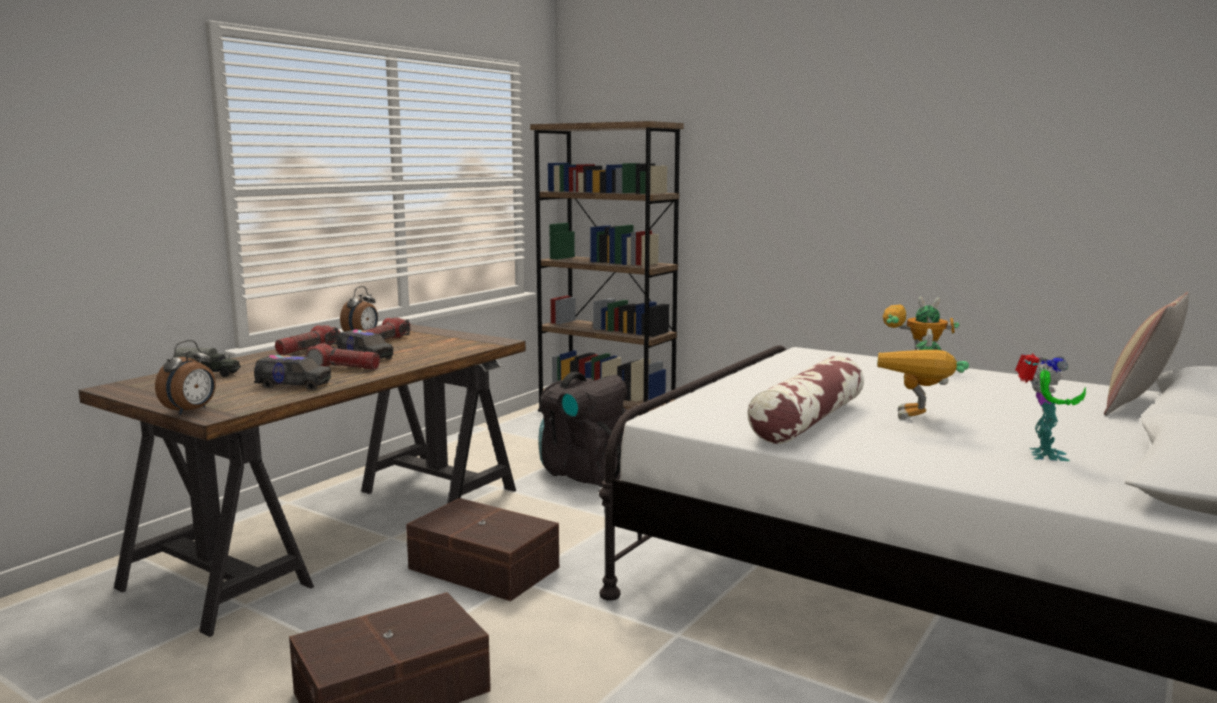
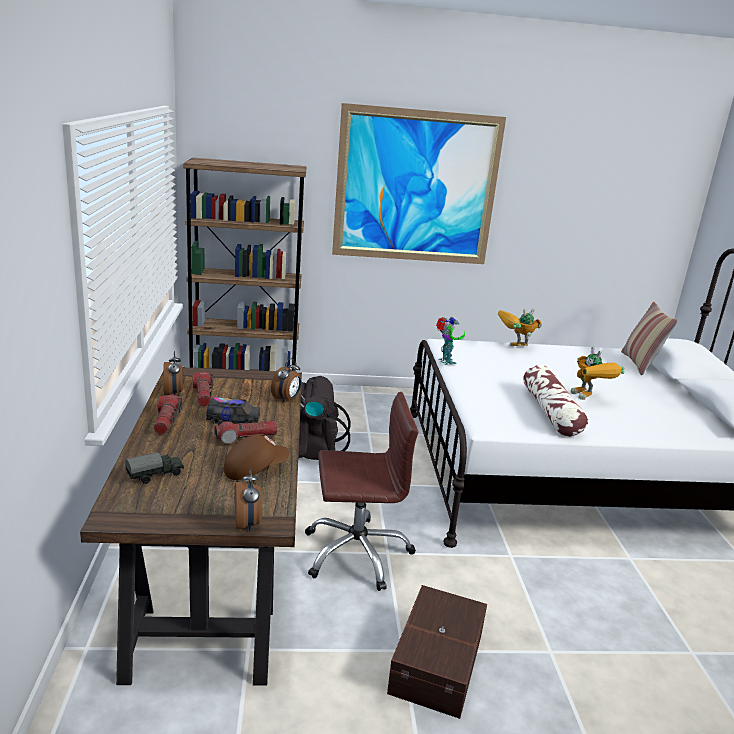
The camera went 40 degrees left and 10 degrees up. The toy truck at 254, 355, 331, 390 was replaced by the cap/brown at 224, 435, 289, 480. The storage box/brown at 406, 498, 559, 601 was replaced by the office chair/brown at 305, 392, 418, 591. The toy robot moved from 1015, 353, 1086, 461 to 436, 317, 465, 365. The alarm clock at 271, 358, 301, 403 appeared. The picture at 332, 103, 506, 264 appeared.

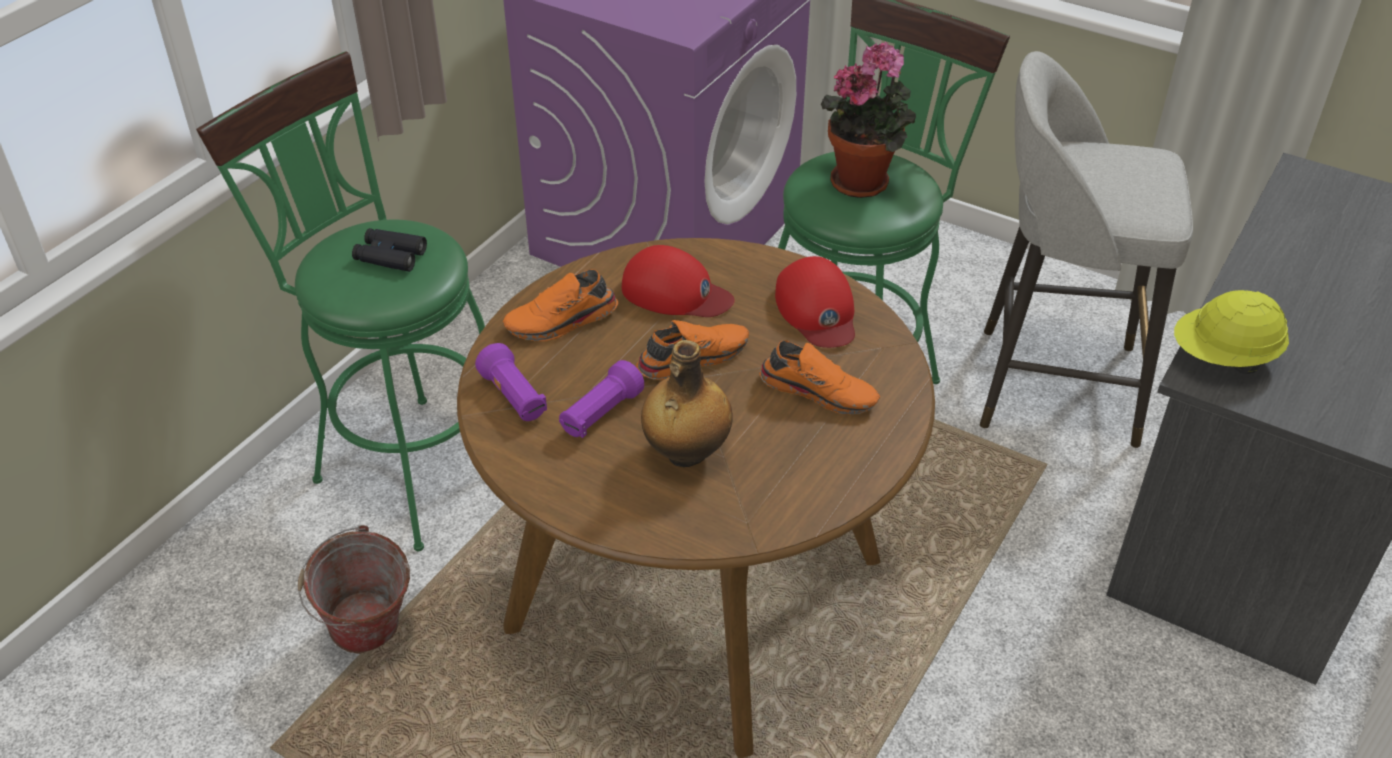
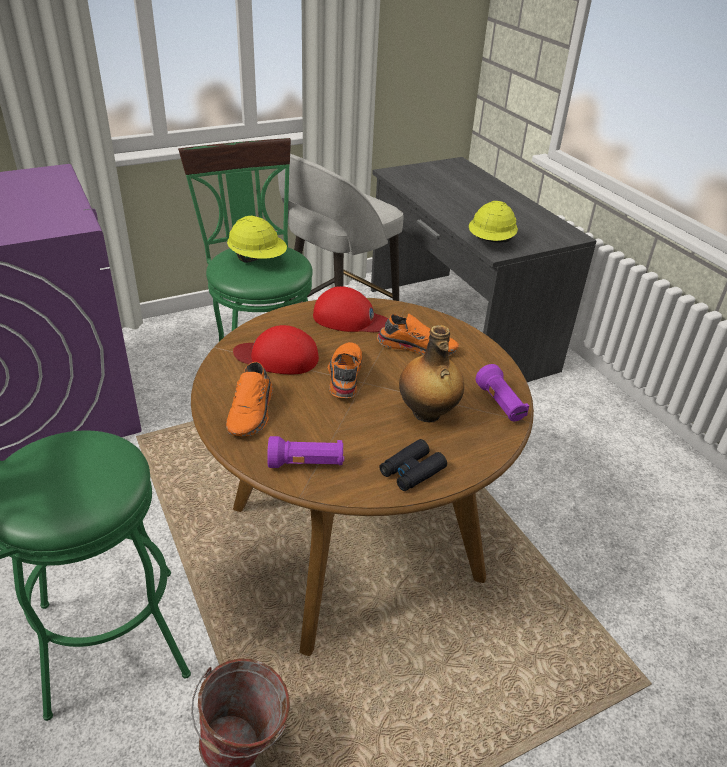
The camera went 60 degrees left and 5 degrees down. The binoculars/black moved from 352, 228, 427, 272 to 379, 439, 447, 491. The flashlight/purple moved from 559, 360, 644, 438 to 476, 364, 529, 422. The cap/red at 622, 245, 735, 317 turned 135 degrees counterclockwise. The shoe/orange at 759, 341, 880, 414 turned 45 degrees clockwise. The potted plant at 821, 42, 916, 198 was replaced by the hard hat/yellow at 227, 216, 287, 263.

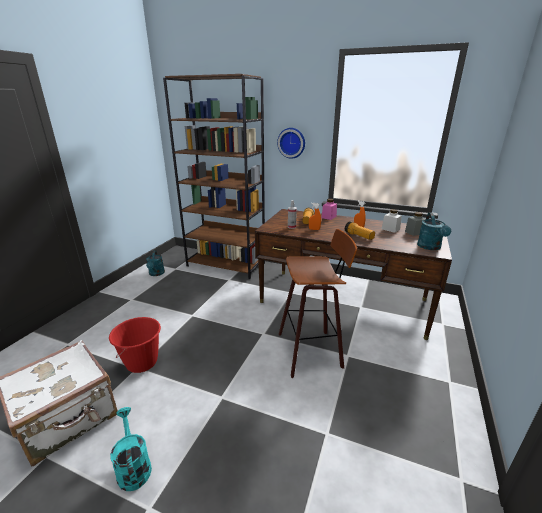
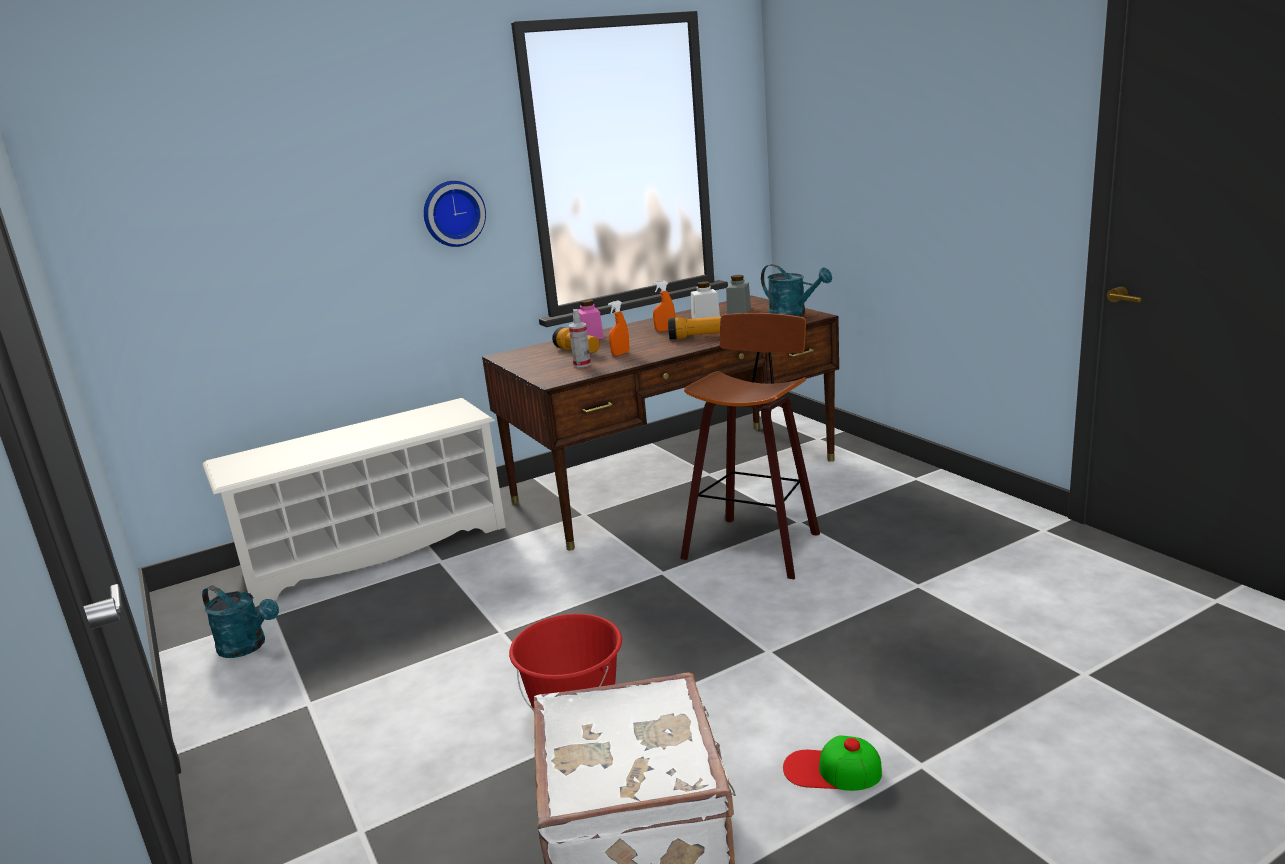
The camera went 50 degrees left and 5 degrees down. The watering can/turquoise at 110, 407, 152, 491 was replaced by the cap at 783, 735, 882, 791. The bookcase/brown at 163, 74, 265, 279 was replaced by the shoe rack/white at 202, 398, 506, 607.

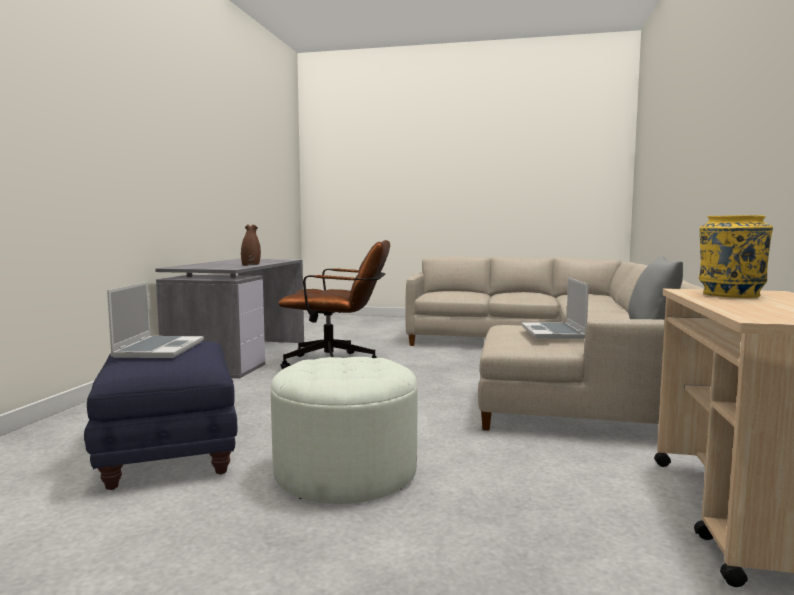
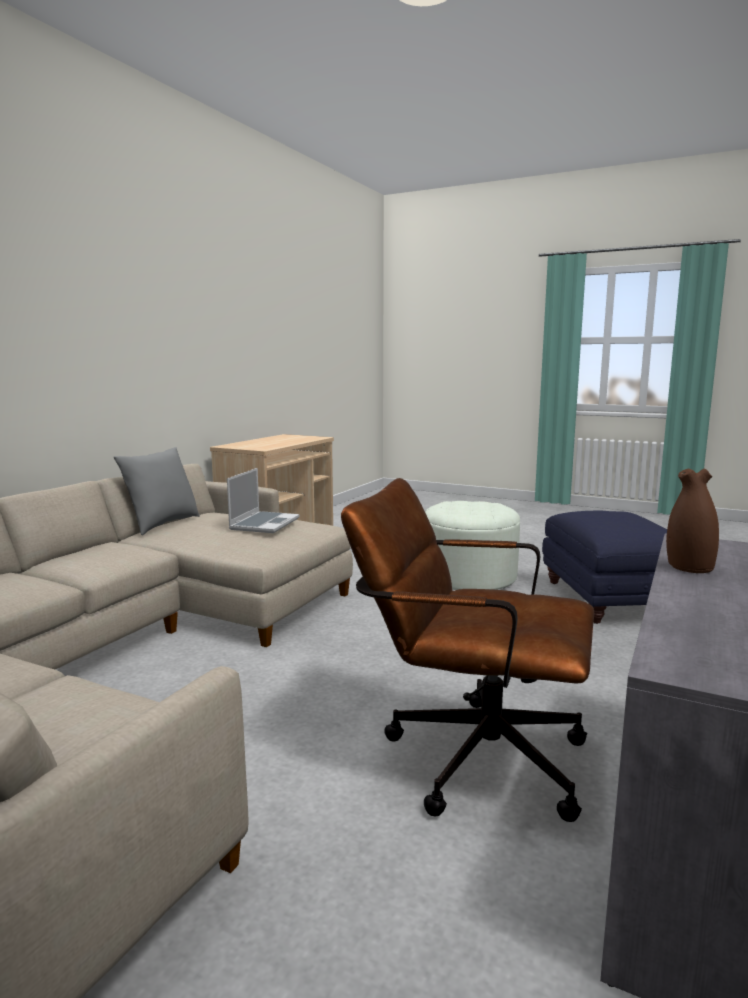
The camera went 165 degrees left and 5 degrees up. The laptop at 107, 282, 204, 358 disappeared. The vase/yellow at 699, 215, 773, 298 disappeared.

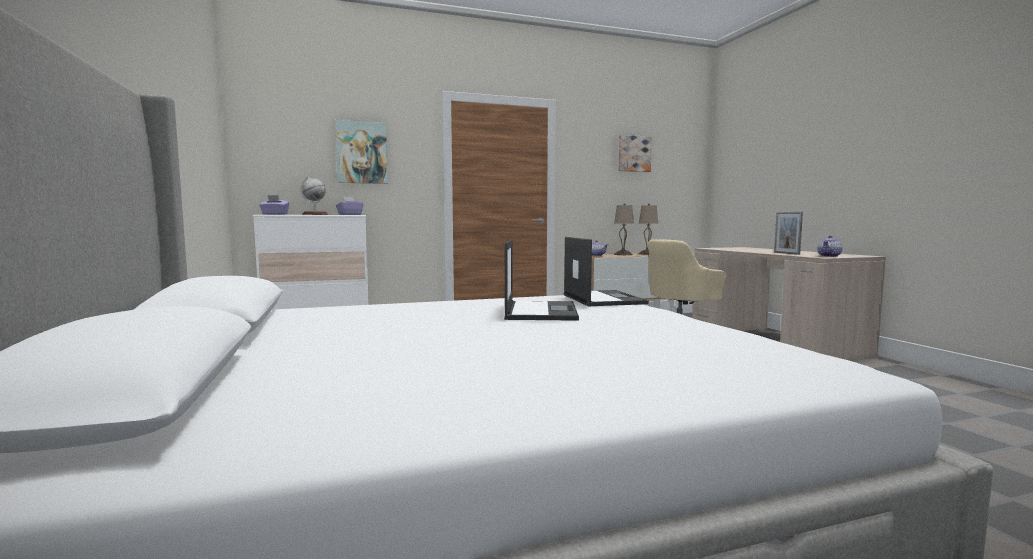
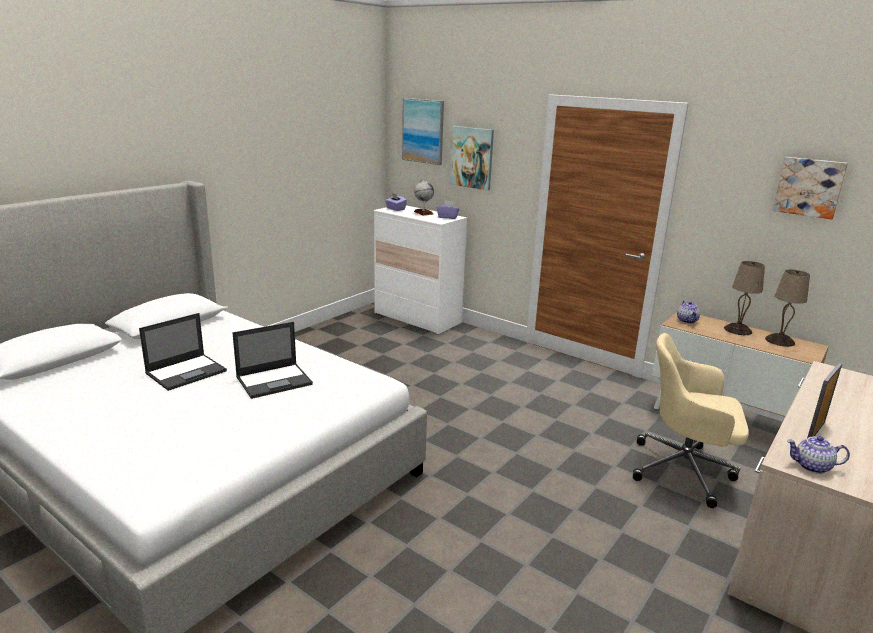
The camera went 55 degrees right and 15 degrees up. The laptop moved from 564, 237, 649, 306 to 139, 313, 227, 391. The picture at 402, 98, 444, 165 appeared.

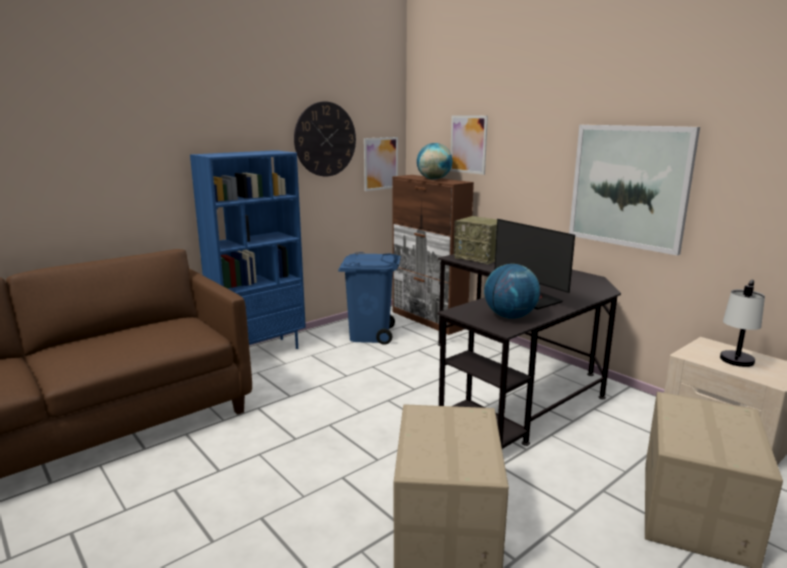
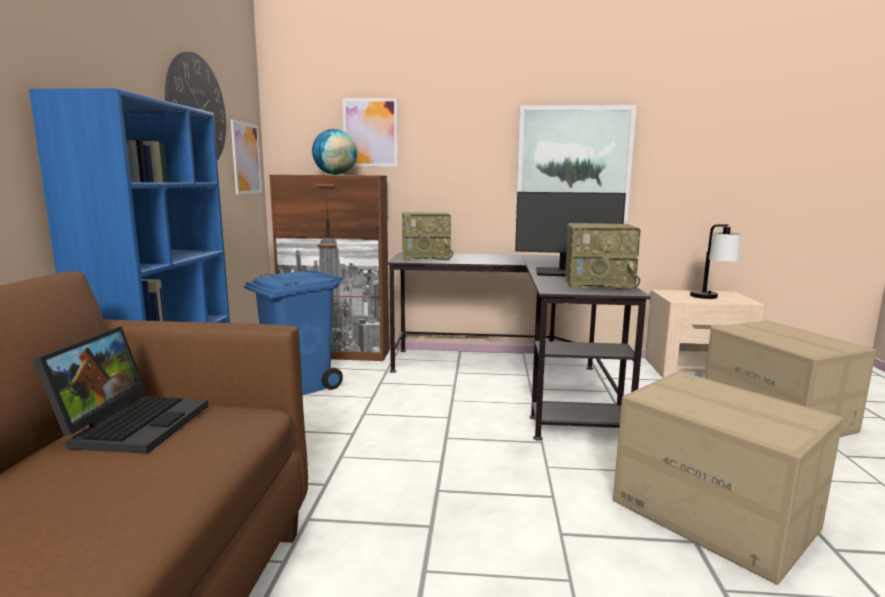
The camera went 45 degrees left and 5 degrees down. The globe at 484, 264, 540, 319 was replaced by the radio at 565, 223, 641, 290. The laptop at 32, 326, 208, 454 appeared.

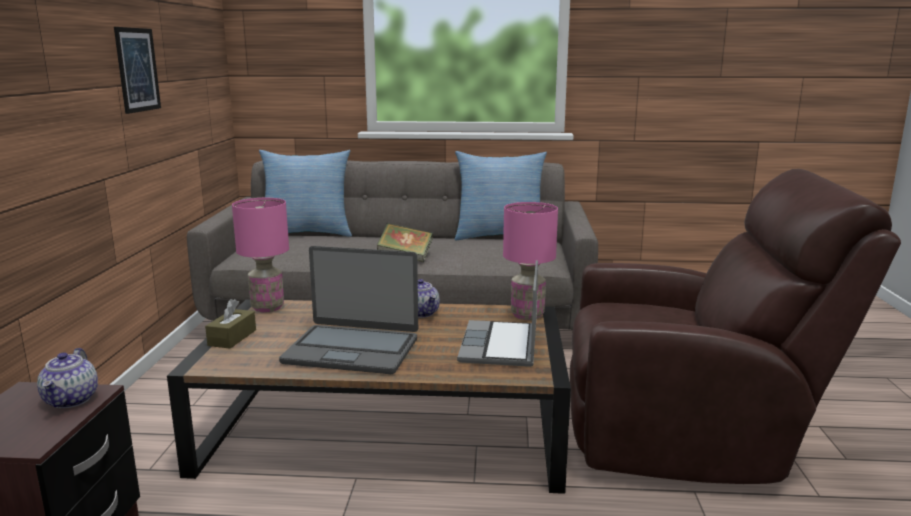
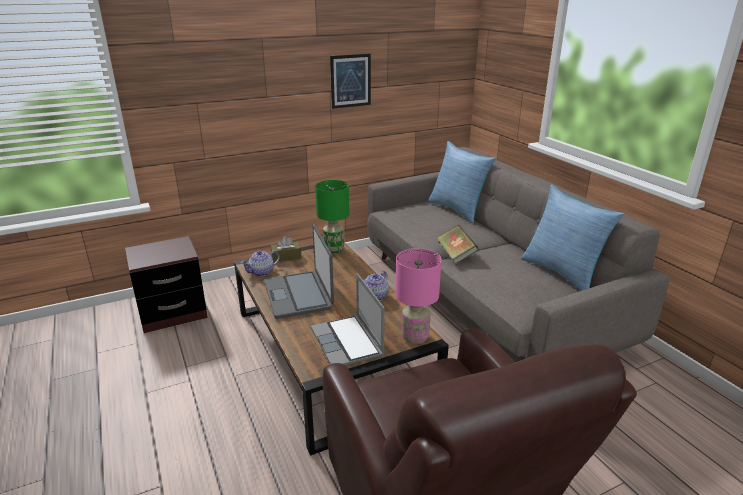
The camera went 60 degrees right and 10 degrees up. The teapot moved from 37, 348, 98, 408 to 241, 250, 280, 276. The table lamp/pink at 232, 198, 289, 312 became the table lamp/green at 315, 180, 349, 253. The laptop at 457, 260, 538, 367 turned 90 degrees counterclockwise.

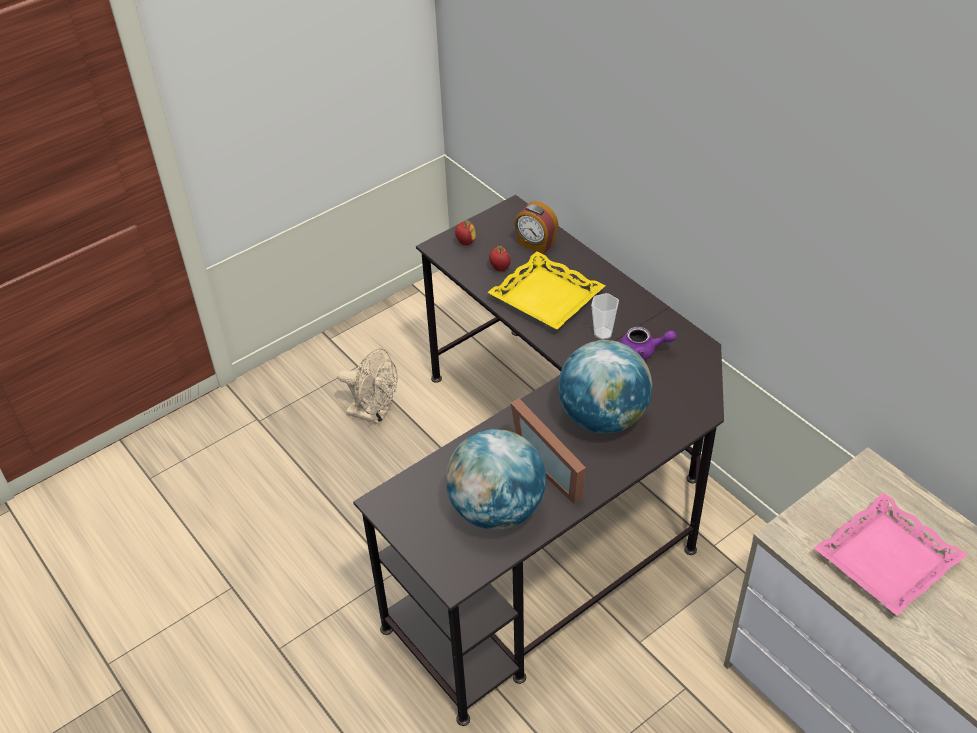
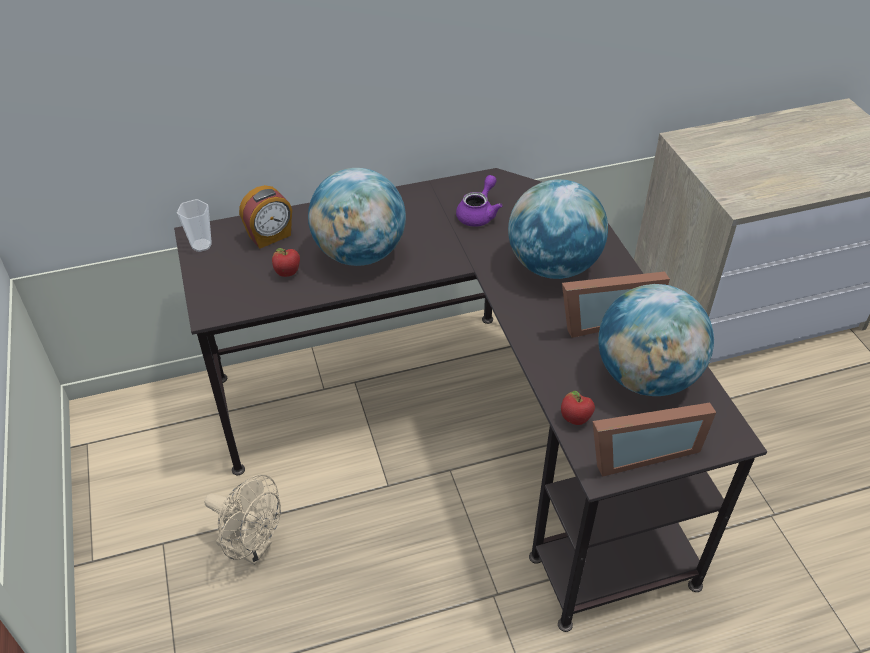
The camera went 70 degrees left and 0 degrees up. The fan/beige at 337, 348, 398, 425 turned 75 degrees clockwise. The apple moved from 455, 220, 476, 245 to 561, 391, 595, 425. The tray/yellow at 487, 251, 606, 330 was replaced by the globe at 308, 168, 406, 266. The cup moved from 591, 293, 619, 340 to 177, 199, 212, 252. The tray/pink at 814, 492, 967, 616 disappeared. The picture frame at 593, 403, 716, 477 appeared.

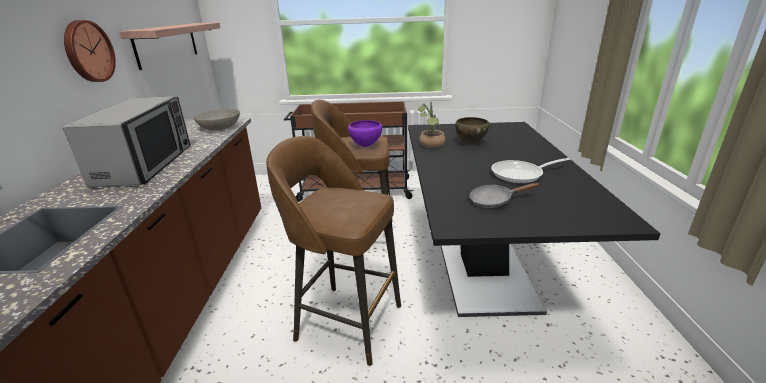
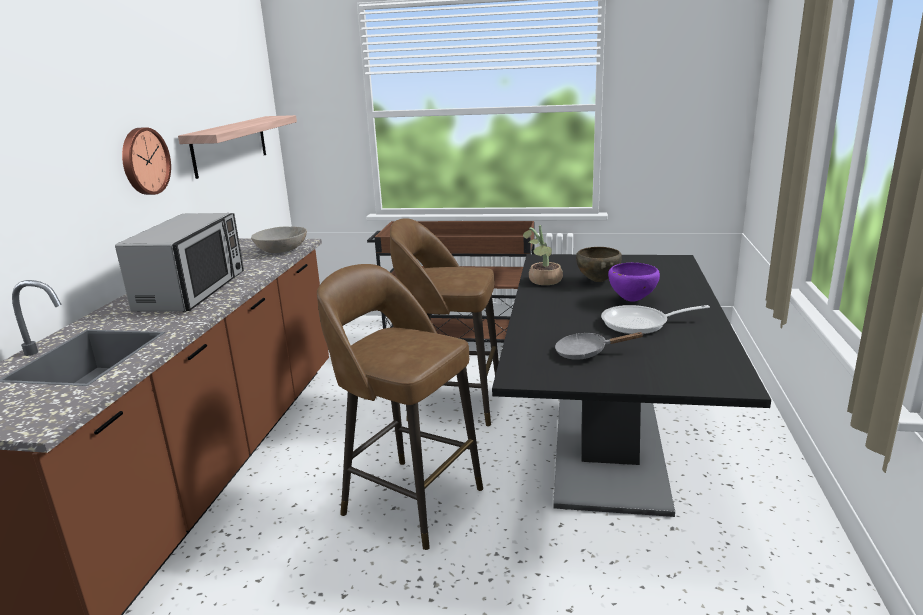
The camera went 10 degrees right and 5 degrees down. The bowl/purple moved from 348, 120, 382, 147 to 608, 263, 660, 302.

